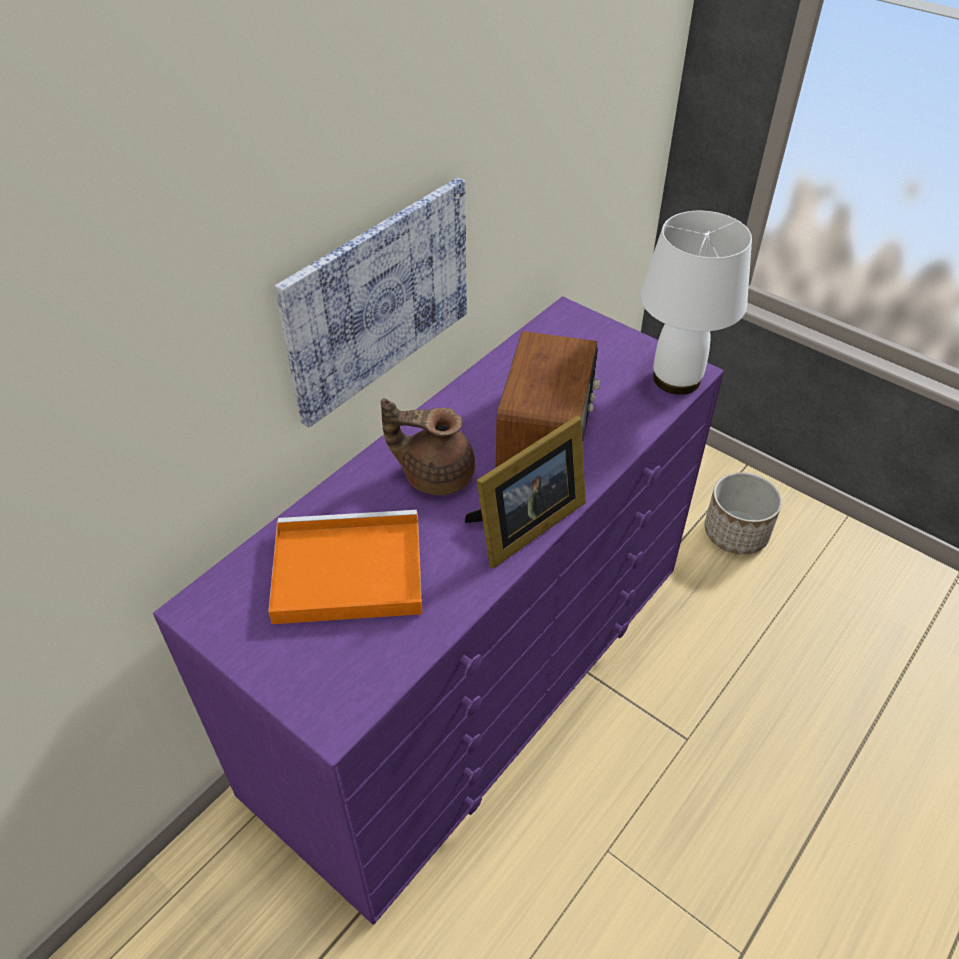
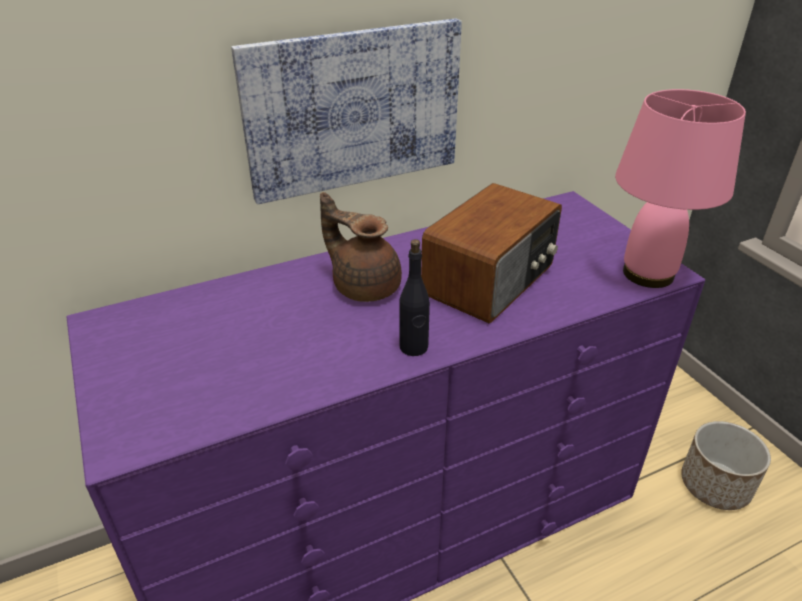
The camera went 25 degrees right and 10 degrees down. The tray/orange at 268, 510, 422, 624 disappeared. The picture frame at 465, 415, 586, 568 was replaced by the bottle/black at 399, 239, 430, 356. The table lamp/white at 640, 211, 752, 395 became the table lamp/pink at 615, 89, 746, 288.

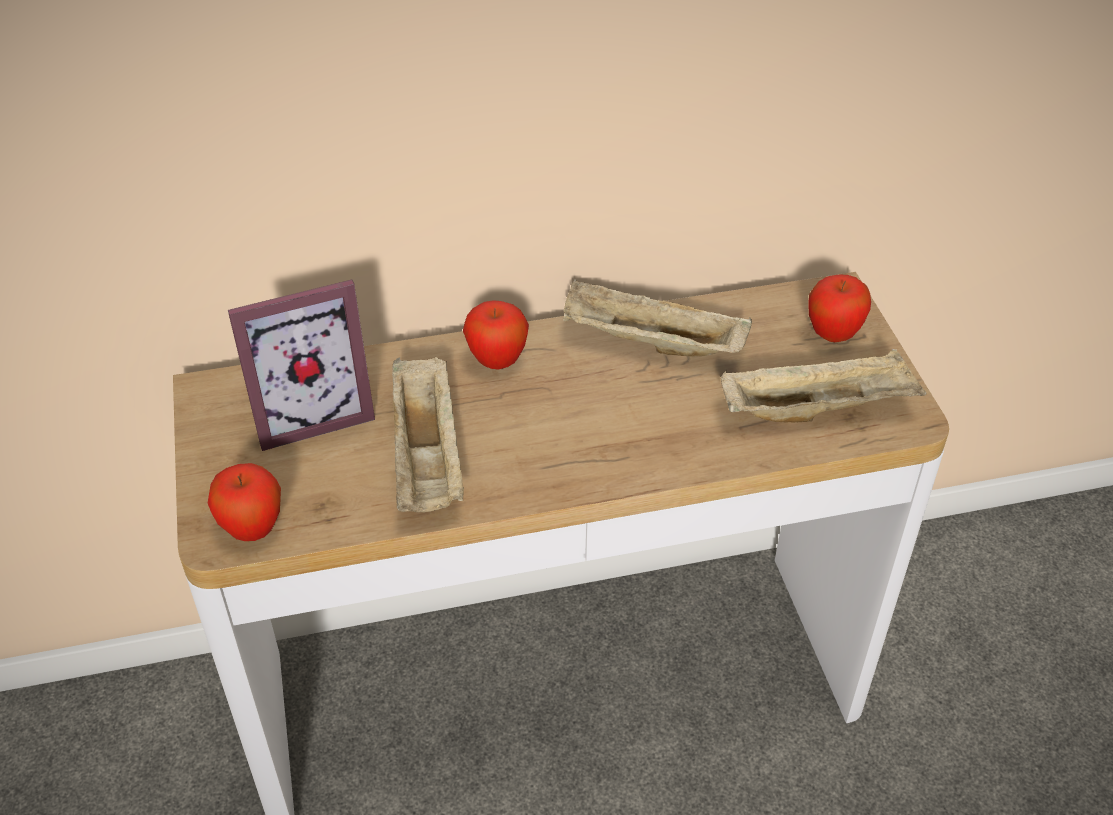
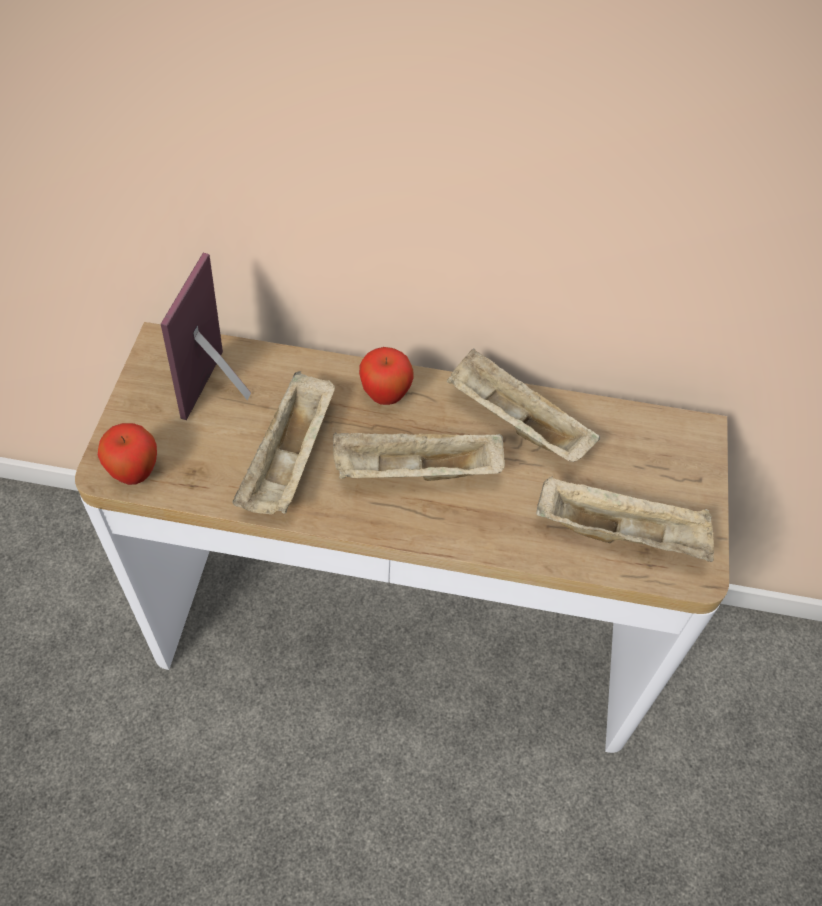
The camera went 20 degrees right and 10 degrees up. The picture frame at 228, 280, 375, 451 turned 105 degrees clockwise. The apple at 808, 274, 871, 342 disappeared. The tray/beige at 333, 432, 505, 481 appeared.

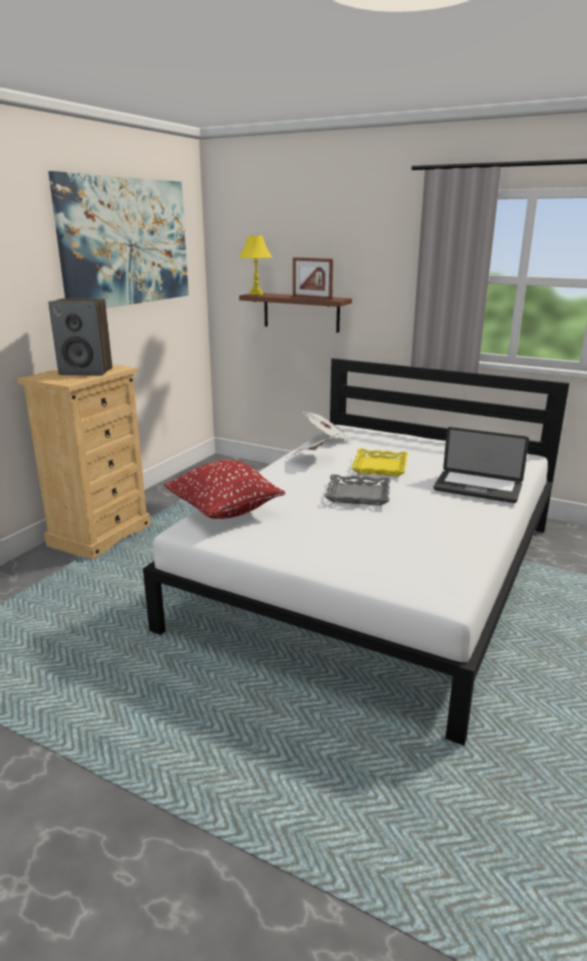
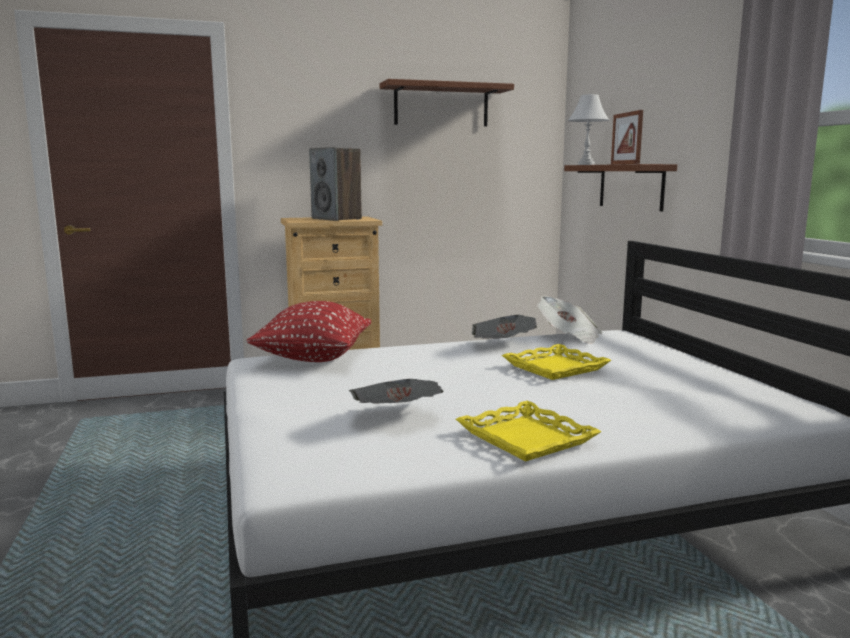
The camera went 45 degrees right and 10 degrees down. The picture at 48, 171, 189, 308 was replaced by the shelf/brown at 380, 79, 514, 126. The table lamp/yellow at 239, 235, 272, 295 became the table lamp/white at 568, 94, 609, 165. The tray/grey at 325, 475, 391, 506 disappeared. The laptop at 434, 427, 529, 503 disappeared. The newspaper at 348, 379, 444, 404 appeared. The tray/yellow at 456, 401, 602, 461 appeared.

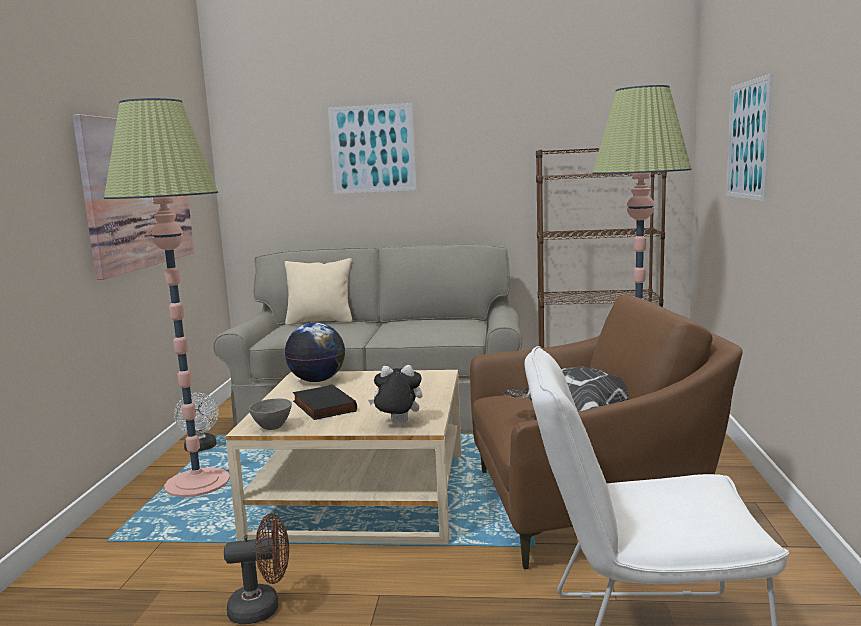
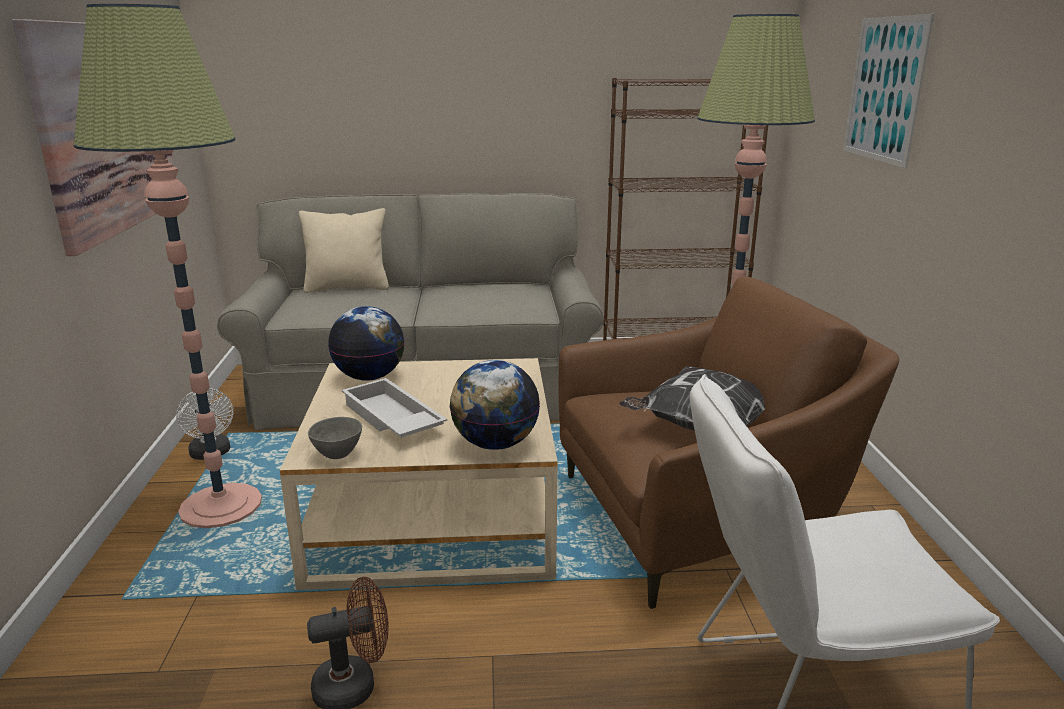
The camera went 10 degrees left and 10 degrees up. The book/black at 293, 384, 357, 420 was replaced by the tray/white at 341, 378, 447, 438. The picture at 328, 103, 417, 194 disappeared. The plush toy at 368, 365, 422, 423 was replaced by the globe at 450, 360, 540, 450.

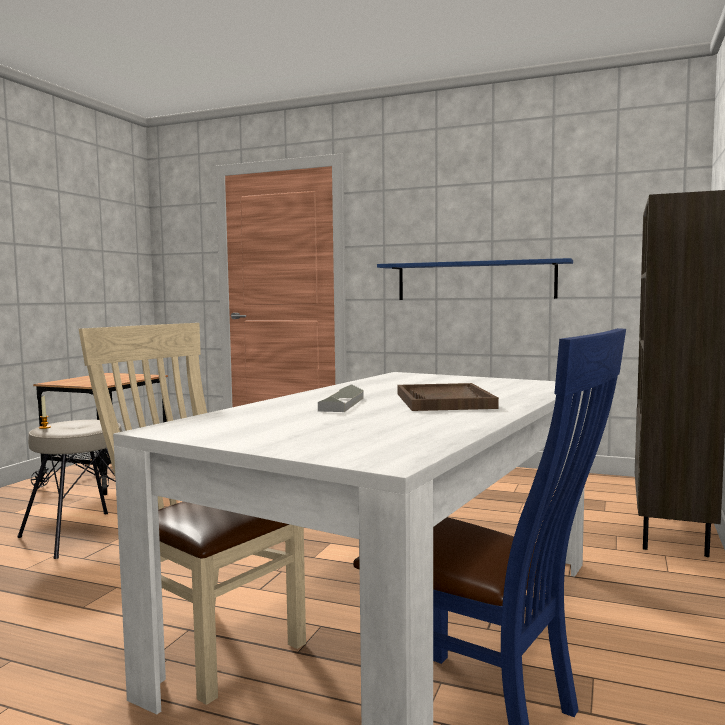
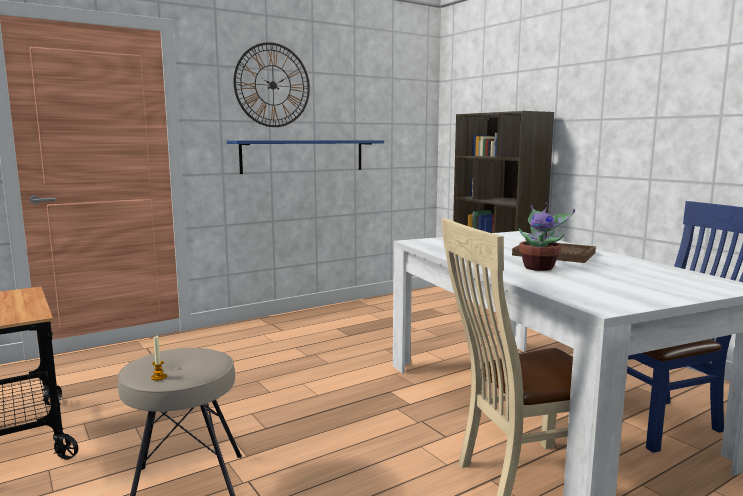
The camera went 55 degrees left and 5 degrees up. The tray/grey at 318, 384, 364, 412 was replaced by the potted plant at 519, 202, 575, 271. The wall clock at 234, 42, 310, 127 appeared.

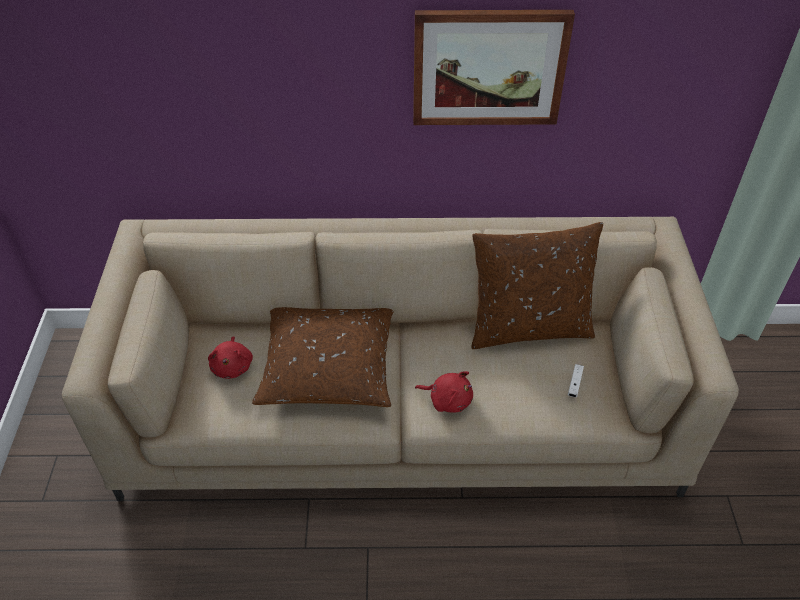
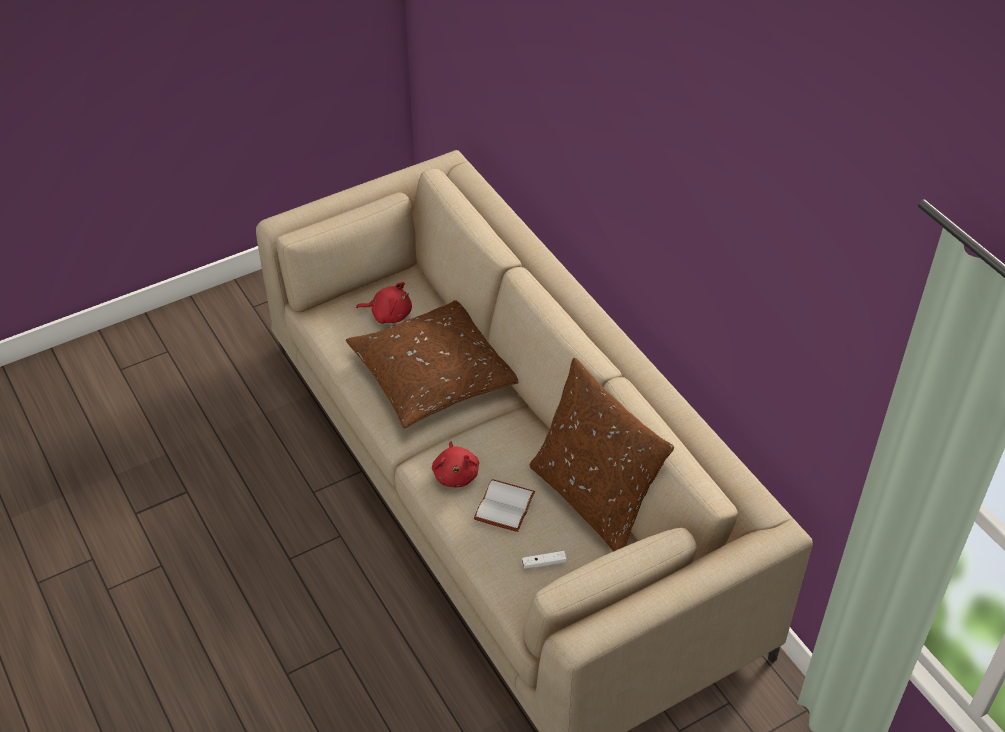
The camera went 60 degrees right and 0 degrees up. The plush toy/red at 208, 336, 253, 379 turned 135 degrees counterclockwise. The picture at 413, 10, 575, 125 disappeared. The book/white at 474, 479, 535, 532 appeared.

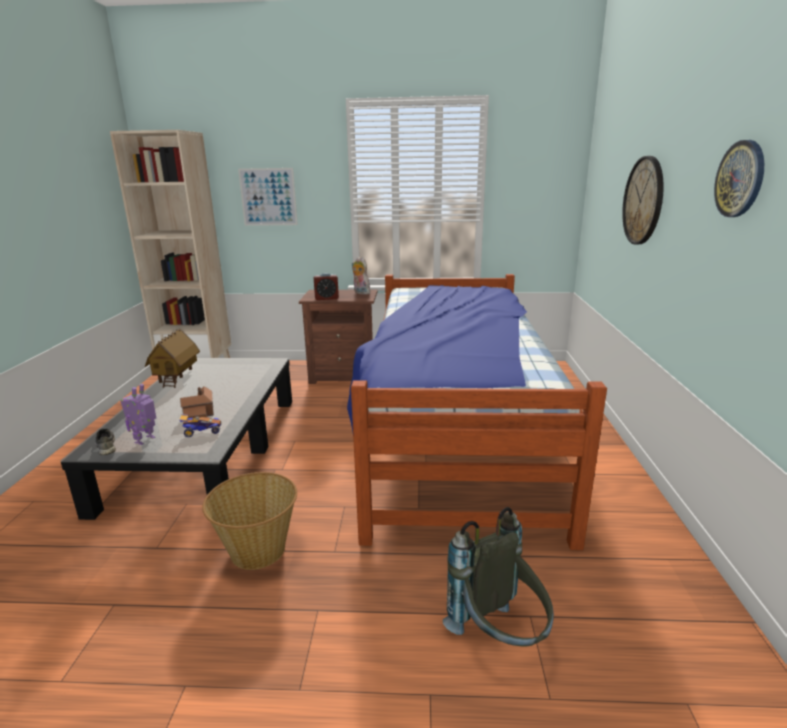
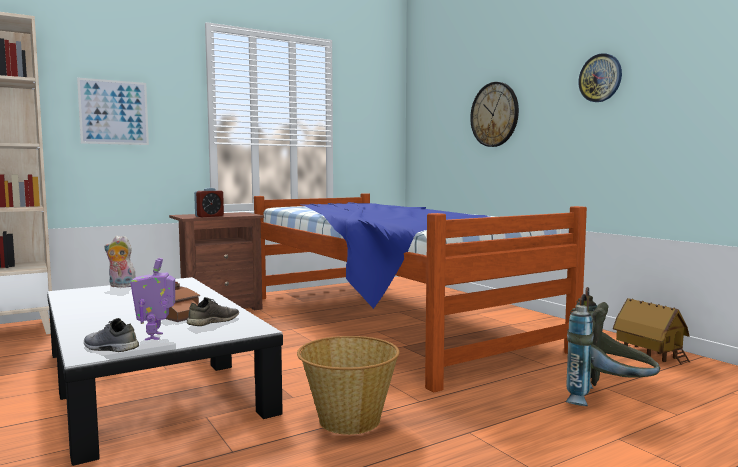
The camera went 35 degrees left and 15 degrees down. The toy house moved from 145, 329, 200, 388 to 613, 298, 690, 365. The toy car at 179, 414, 221, 437 was replaced by the shoe/grey at 187, 297, 239, 326. The plush toy moved from 352, 257, 370, 295 to 104, 235, 136, 288.

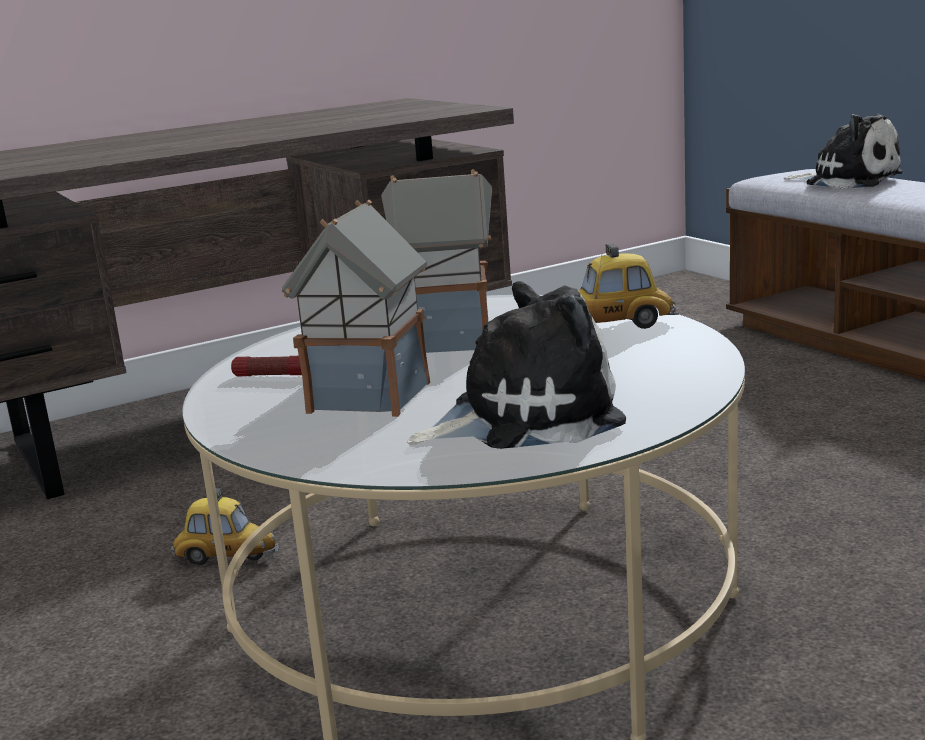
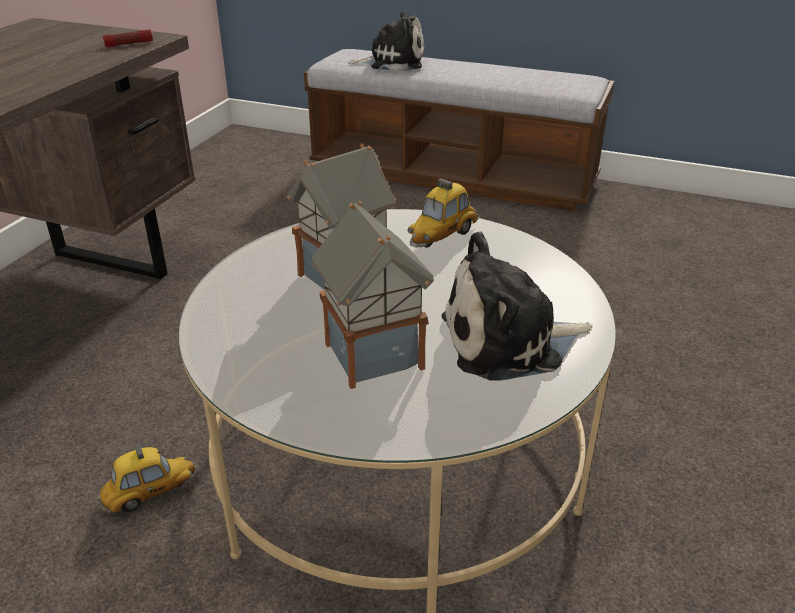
The camera went 40 degrees left and 15 degrees up. The flashlight moved from 231, 356, 302, 376 to 102, 29, 153, 47. The plush toy at 407, 281, 626, 449 turned 135 degrees counterclockwise.

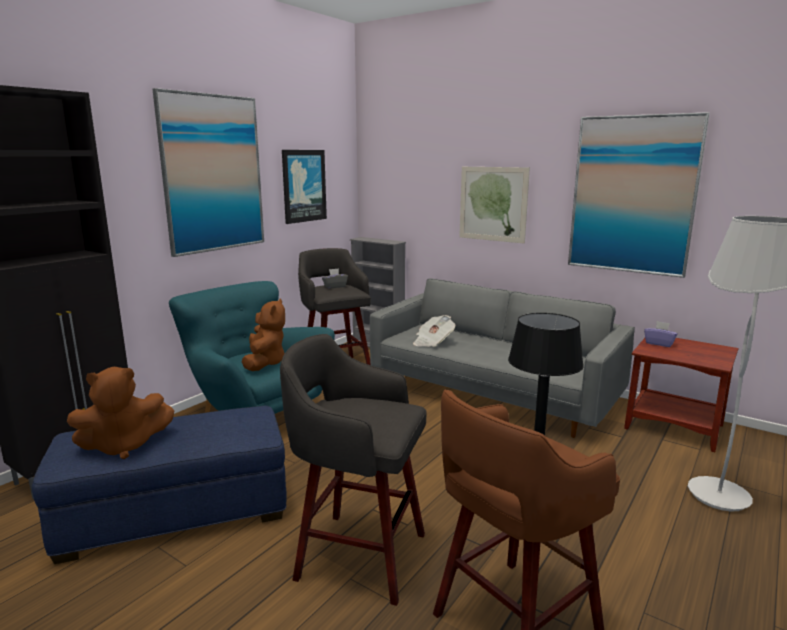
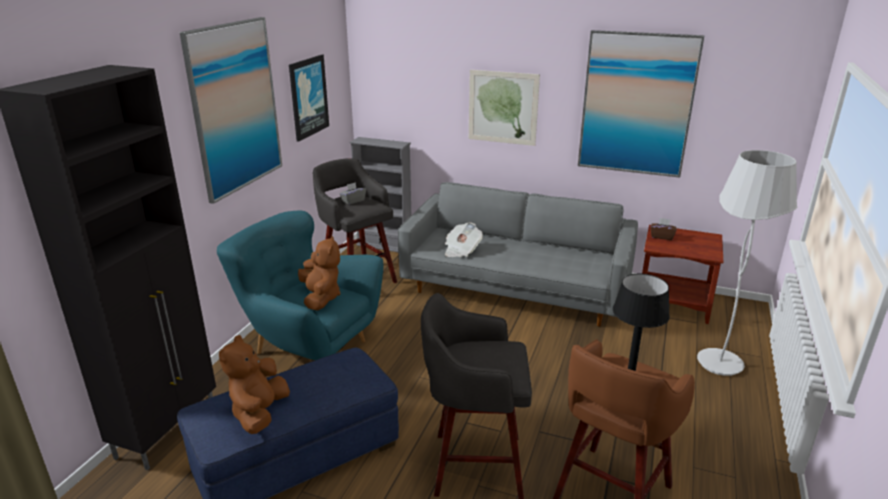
The camera went 15 degrees left and 10 degrees up. The plush toy/brown at 67, 367, 174, 459 turned 135 degrees clockwise. The tissue box/purple at 644, 321, 678, 347 became the tissue box/brown at 650, 218, 677, 240.

